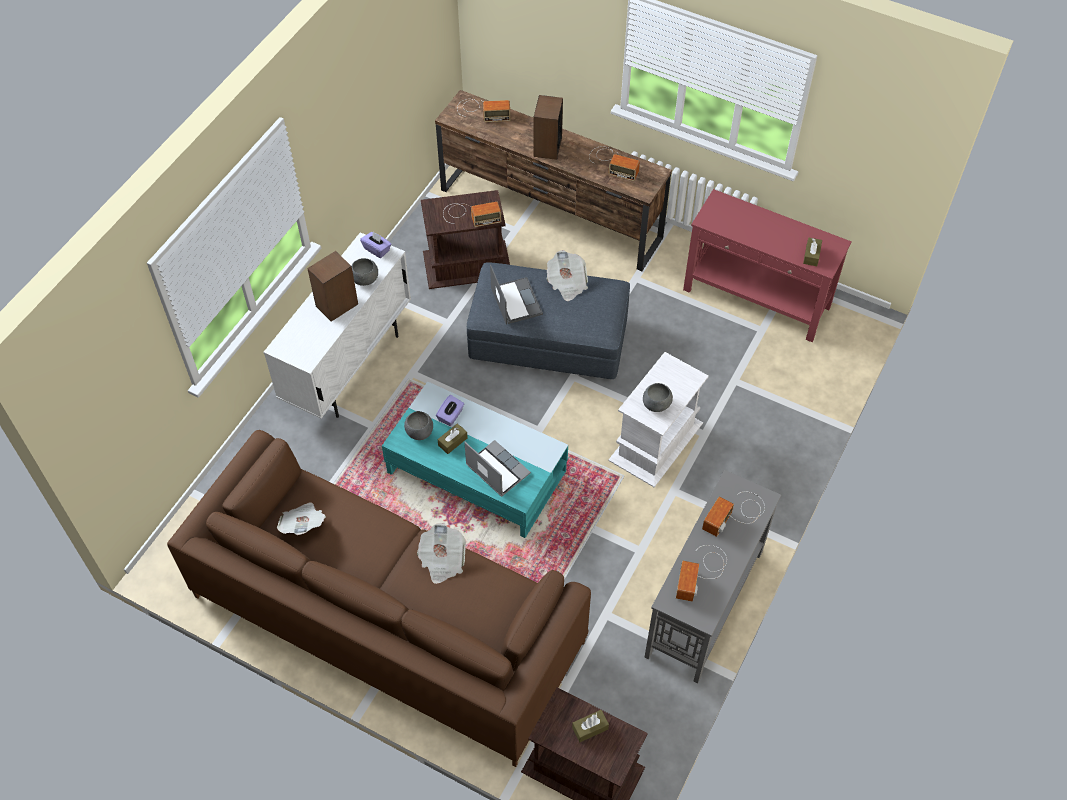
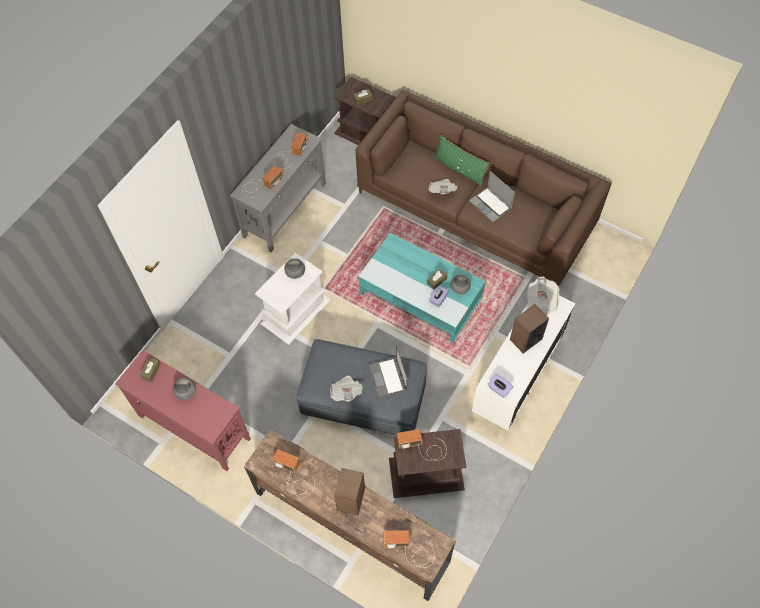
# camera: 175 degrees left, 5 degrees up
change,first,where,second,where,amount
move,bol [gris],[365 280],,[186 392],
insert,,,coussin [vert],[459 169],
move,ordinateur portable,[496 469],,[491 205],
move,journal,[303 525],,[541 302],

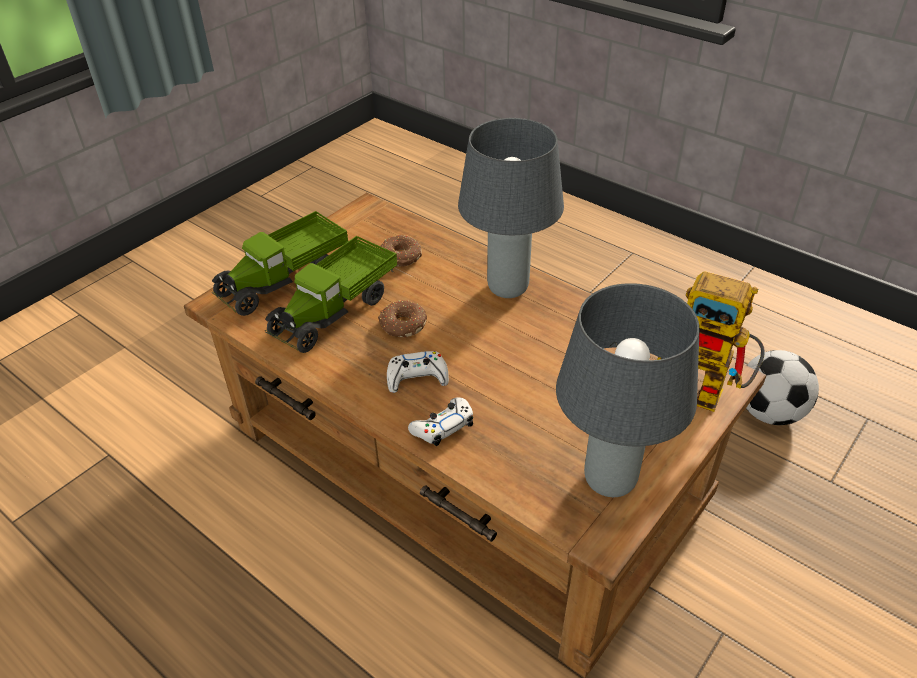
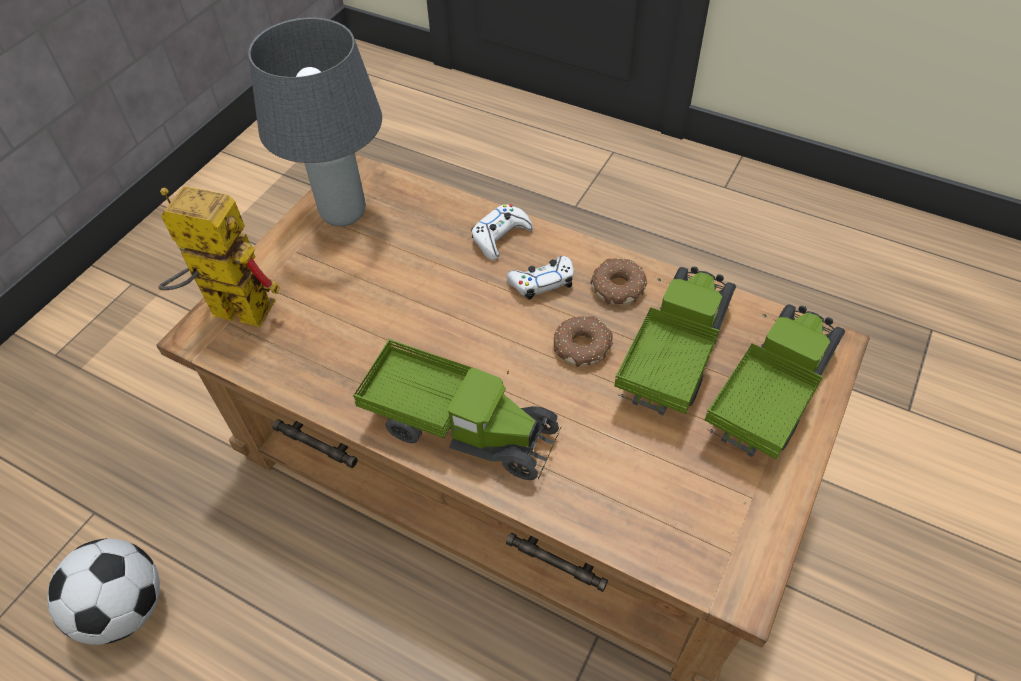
# camera: 170 degrees right, 10 degrees up
change,first,where,second,where,amount
replace,lampe de table [gris],[508 289],camion jouet,[460 427],
move,beignet,[400 257],,[617 286],

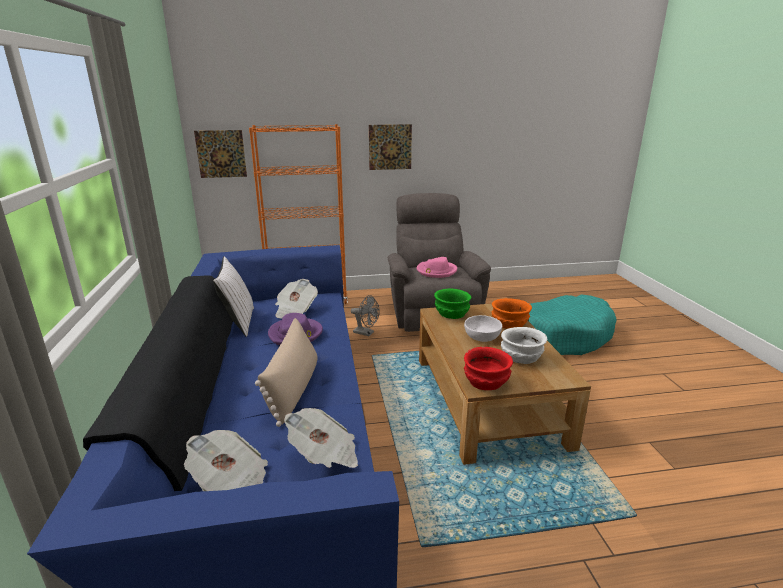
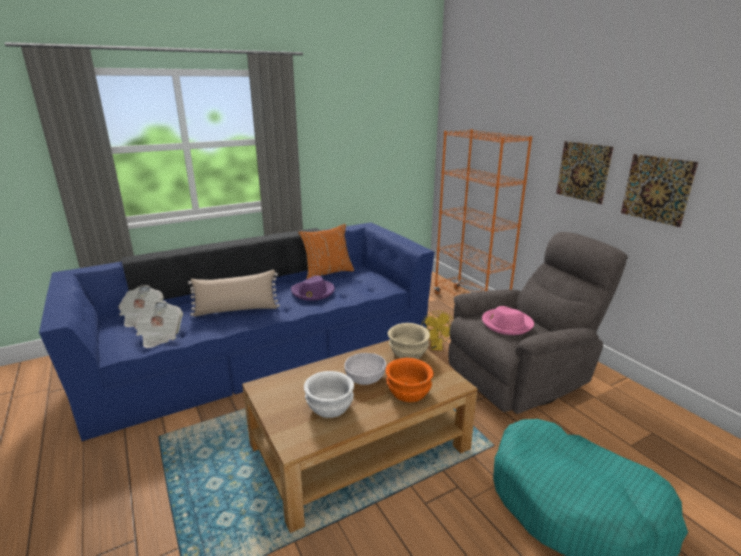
# camera: 70 degrees right, 0 degrees up
change,first,where,second,where,amount
recolor,coussin [blanc],[238 322],coussin [orange],[327 273],
recolor,bol [vert],[451 313],bol [beige],[408 352],
recolor,ventilateur [gris],[366 333],ventilateur [jaune],[436 347],
move,tableau,[221 154],,[656 189],
delete,journal,[295 310],,,
delete,bol [rouge],[486 382],,,

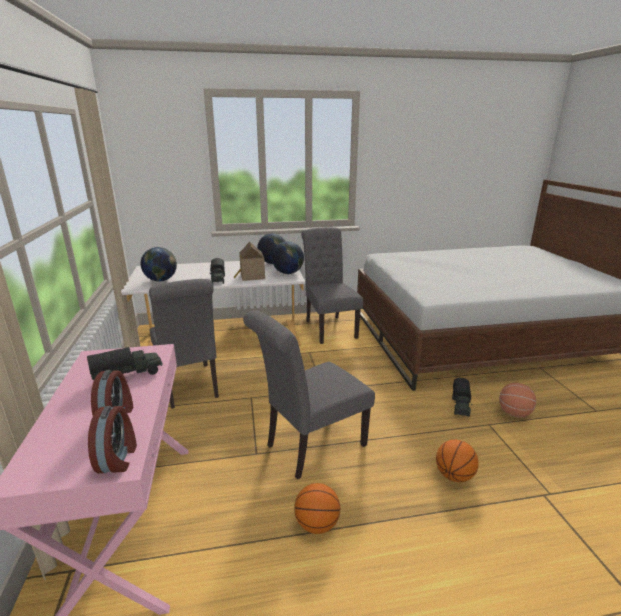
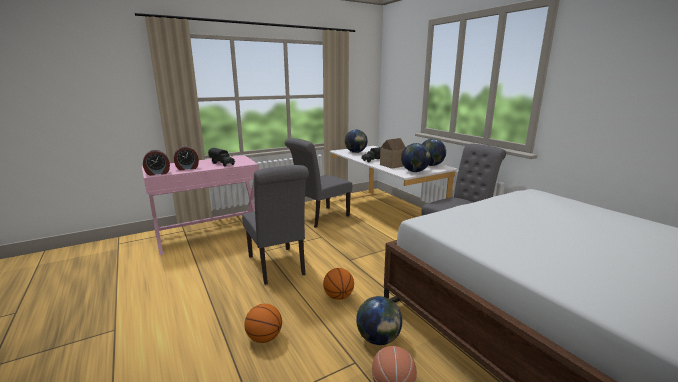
# camera: 70 degrees right, 5 degrees down
change,first,where,second,where,amount
rotate,chaise [gris],[310 447],,[278 267],150 degrees counterclockwise
move,ballon de basket,[317 524],,[338 296],
replace,camion jouet,[460 406],globe,[378 339],

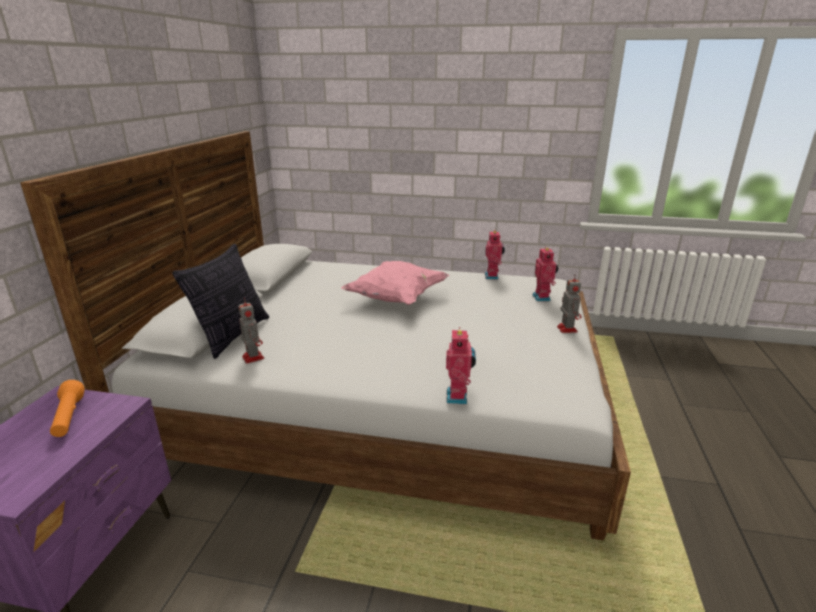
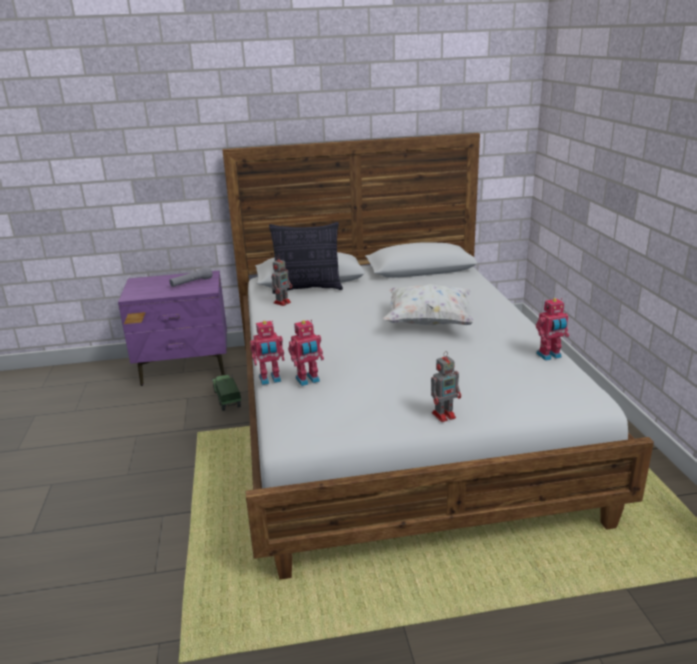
# camera: 70 degrees right, 0 degrees up
change,first,where,second,where,amount
recolor,lampe de poche [orange],[69 418],lampe de poche [gris],[191 283],
insert,,,camion jouet,[227 399],
move,robot jouet,[542 297],,[308 380],
recolor,coussin [rose],[396 299],coussin [blanc],[428 322],

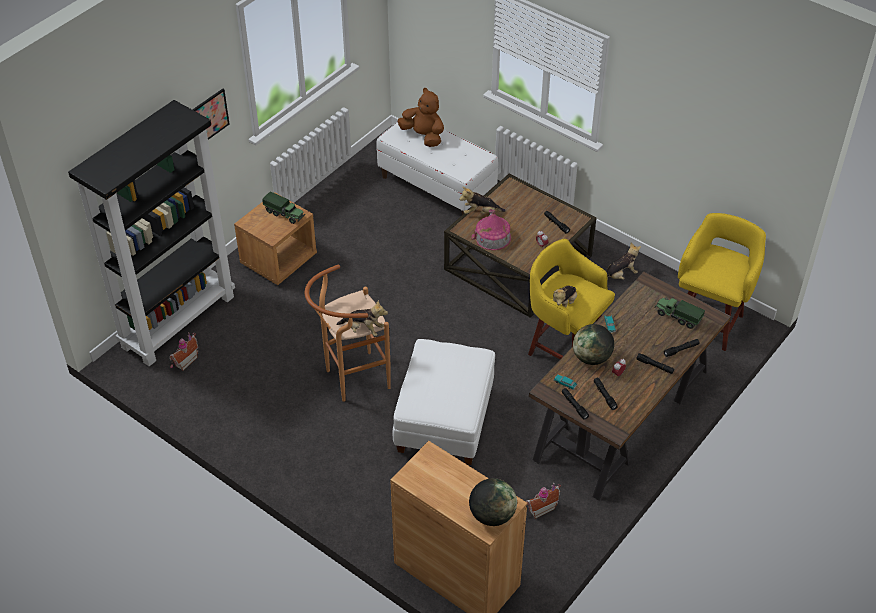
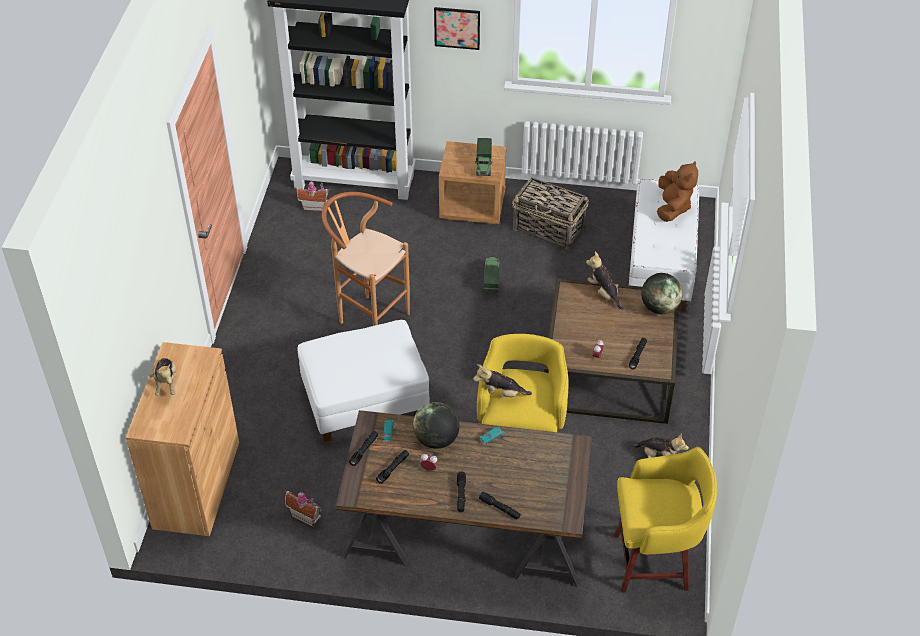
# camera: 60 degrees right, 0 degrees up
change,first,where,second,where,amount
move,peluche,[363 329],,[166 383],
move,camion jouet,[677 317],,[491 279],
insert,,,panier,[549 228],
move,globe,[492 515],,[659 307],
delete,maison miniature,[492 237],,,

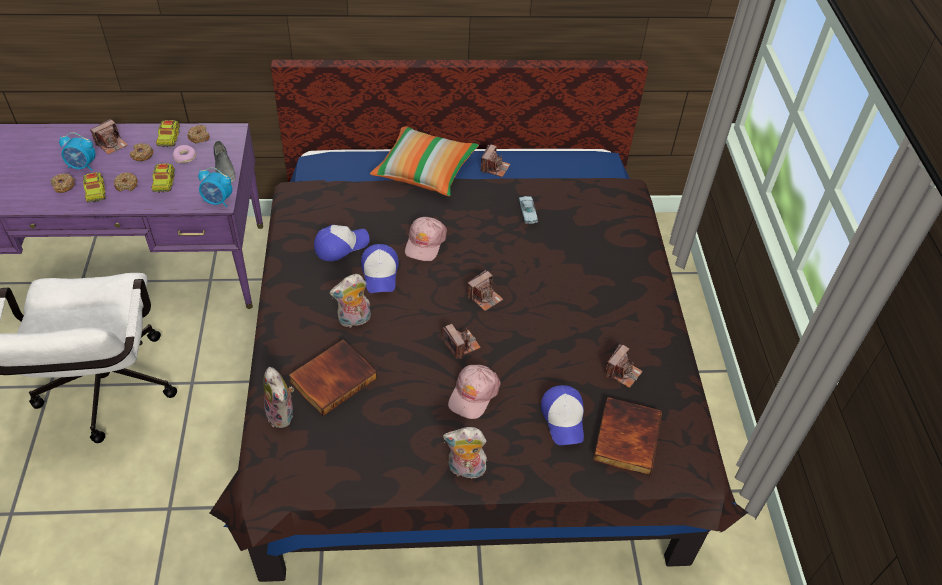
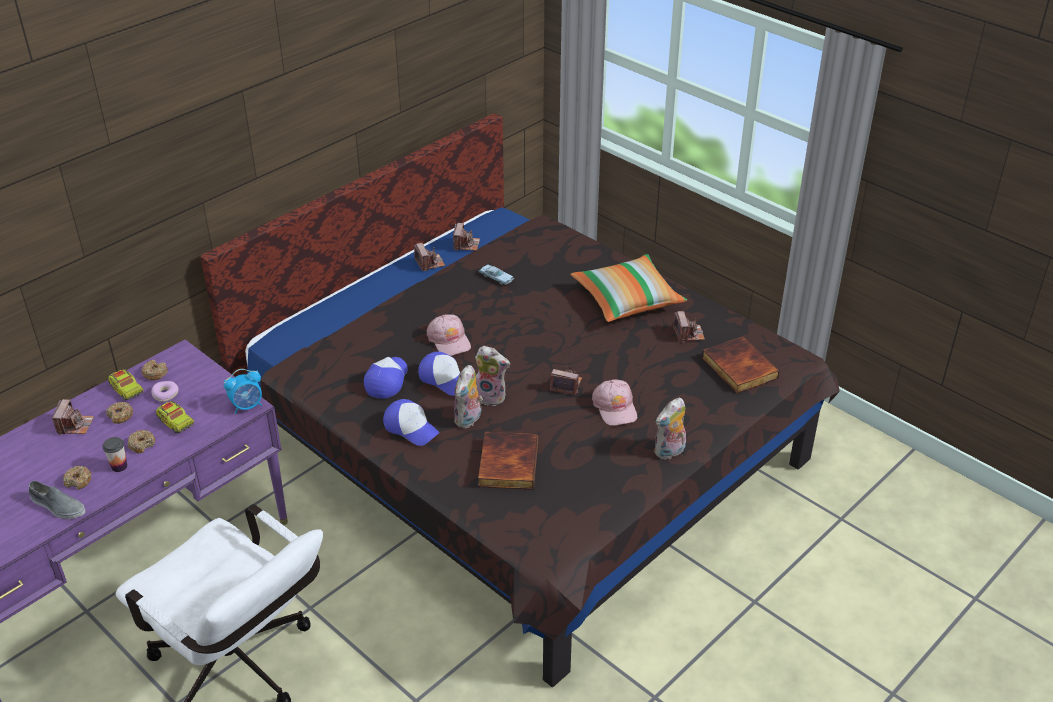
# camera: 40 degrees left, 10 degrees down
change,first,where,second,where,amount
move,chaussure [gris],[224 168],,[58 506],
replace,camion jouet,[96 192],tasse,[119 466],
move,casquette,[563 418],,[411 428],
move,appareil photo,[484 297],,[466 244],
move,peluche,[283 414],,[491 396],
move,coussin,[425 171],,[627 300],
delete,réveil,[82 166],,,

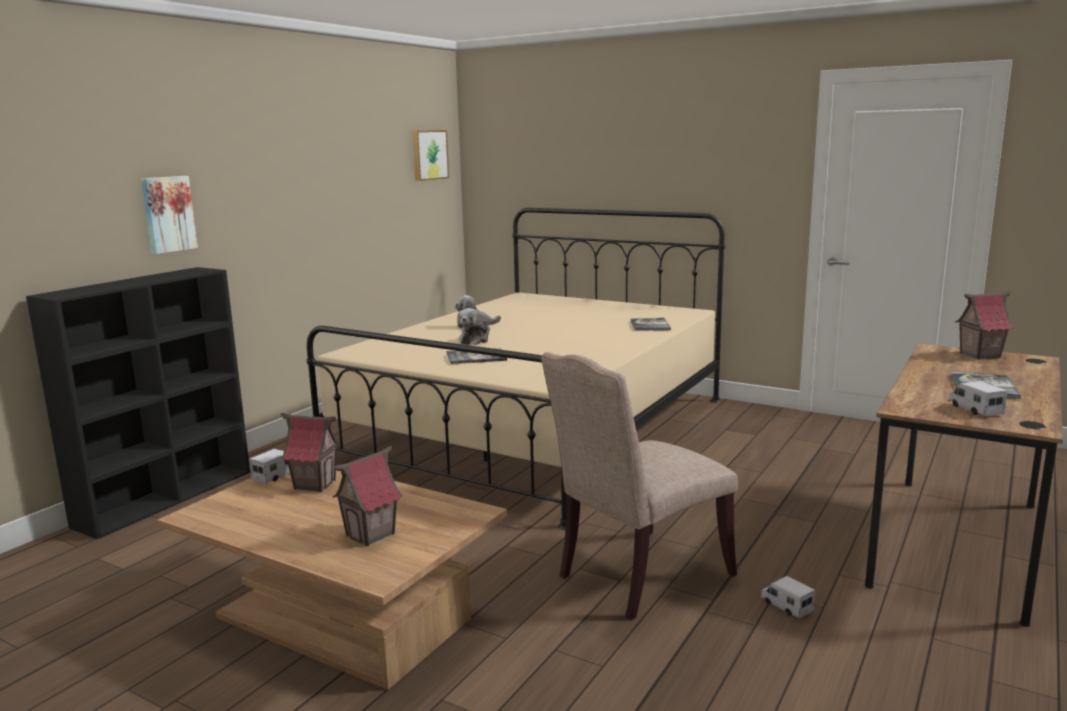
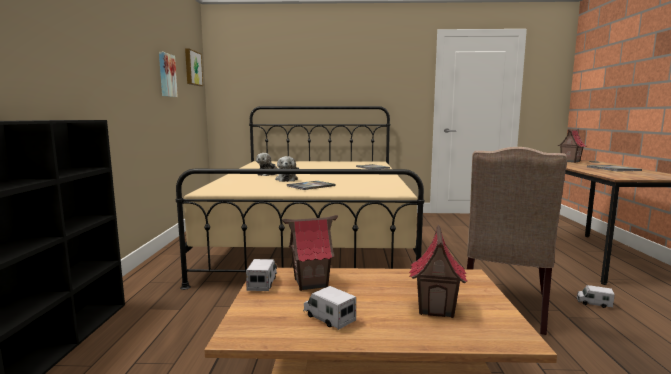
# camera: 30 degrees left, 5 degrees down
change,first,where,second,where,amount
move,tableau,[168 214],,[166 75],
move,camion jouet,[975 409],,[329 318],

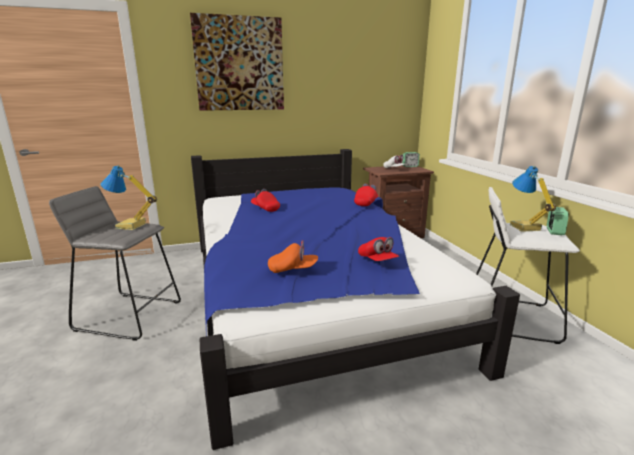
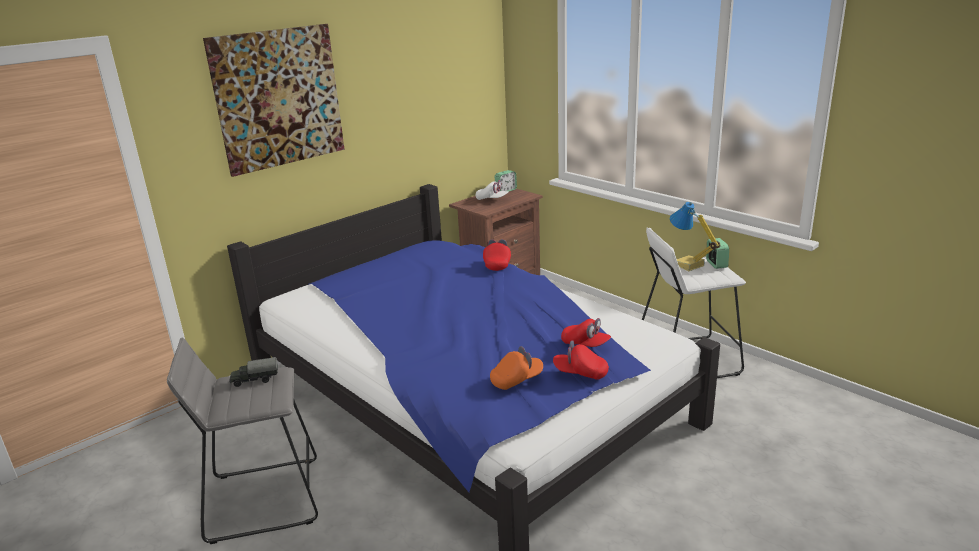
# camera: 25 degrees left, 5 degrees up
change,first,where,second,where,amount
replace,lampe de table,[130 226],camion jouet,[255 380],
move,casquette [rouge],[265 208],,[580 373],

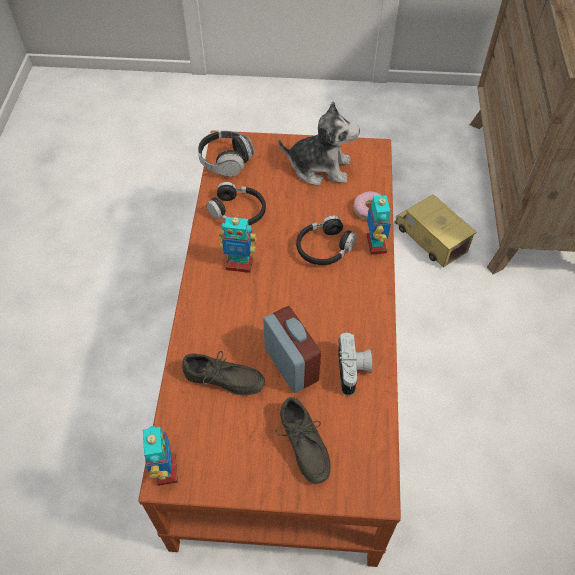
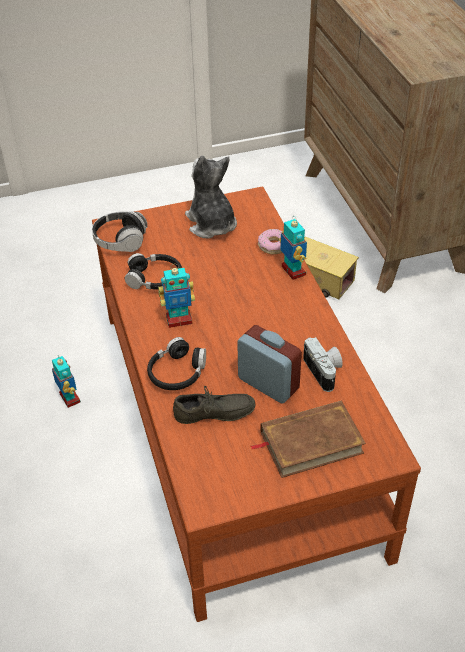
# camera: 20 degrees left, 10 degrees down
change,first,where,second,where,amount
move,robot jouet,[165 470],,[69 398],
move,casque audio [noir],[324 248],,[177 372],
rotate,peluche,[320 167],,[211 224],105 degrees counterclockwise
replace,chaussure [gris],[301 446],livre [marron],[310 442],

